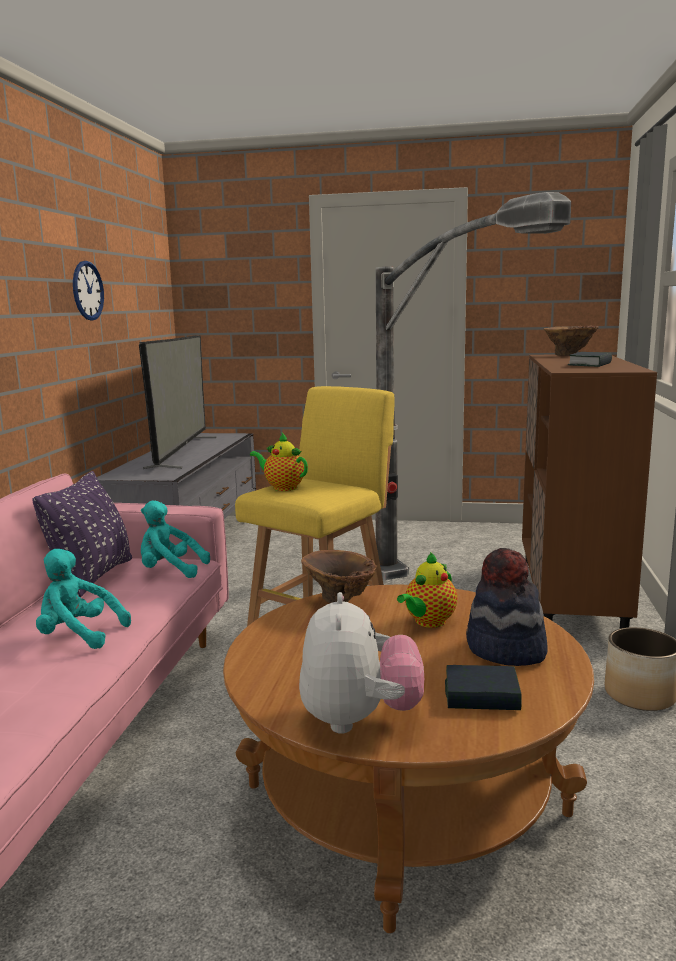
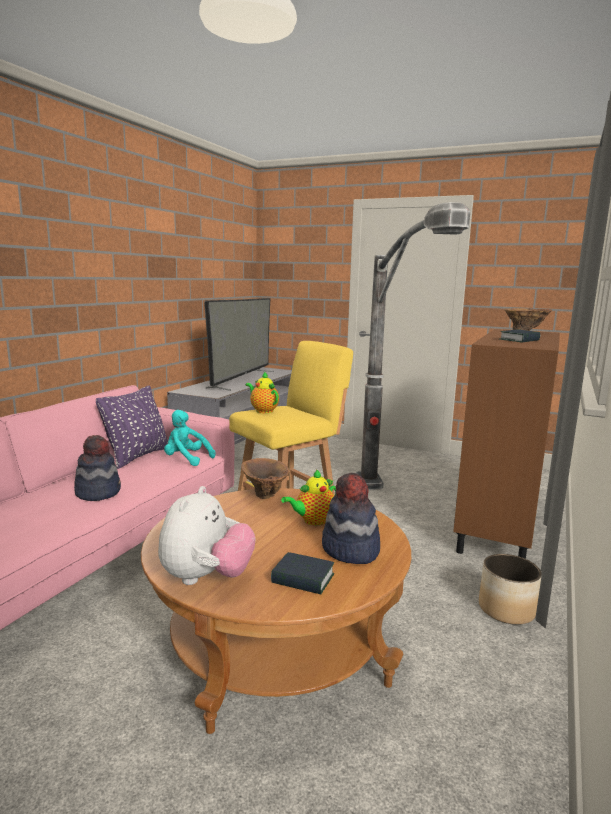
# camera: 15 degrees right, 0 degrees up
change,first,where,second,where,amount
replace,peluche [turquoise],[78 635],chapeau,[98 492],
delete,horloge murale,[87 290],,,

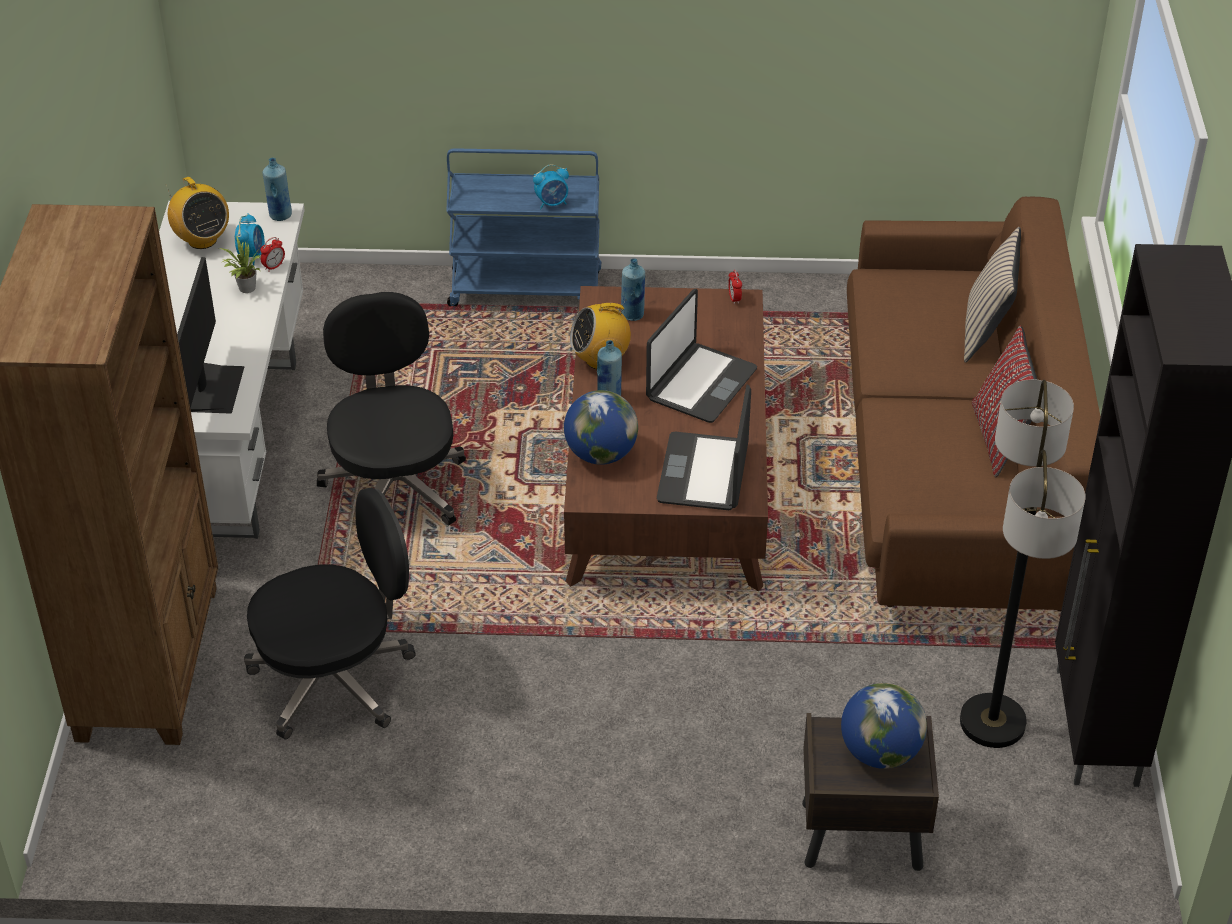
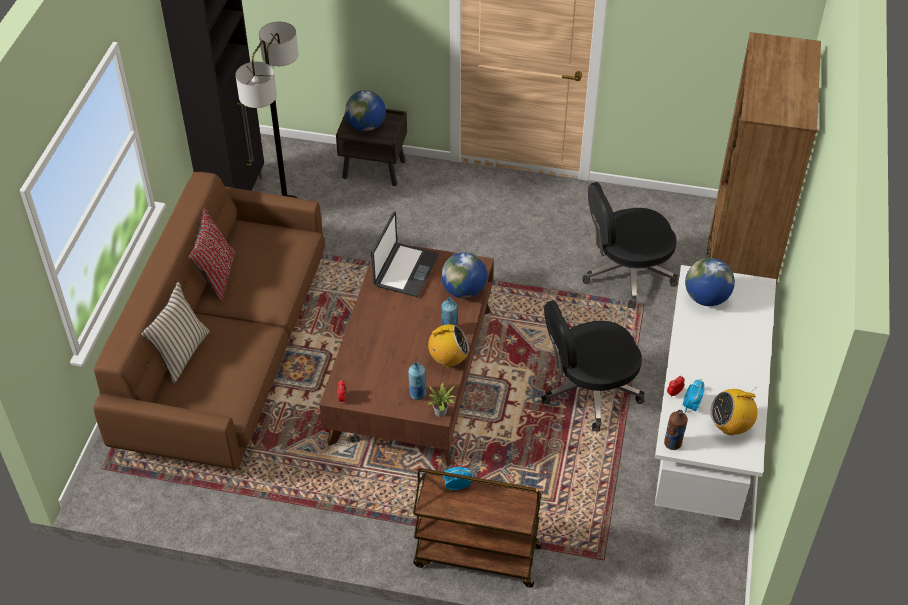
# camera: 170 degrees left, 5 degrees up
change,first,where,second,where,amount
recolor,chariot [bleu],[527 289],chariot [marron],[476 556],
move,plante en pot,[245 288],,[442 412],
rotate,chaise de bureau [noir],[395 486],,[589 391],75 degrees clockwise
recolor,bouteille [bleu],[280 215],bouteille [marron],[673 443],
replace,écran d'ordinateur,[214 388],globe,[706 298],
rotate,radio,[202 240],,[730 426],75 degrees counterclockwise
delete,ordinateur portable,[700 384],,,

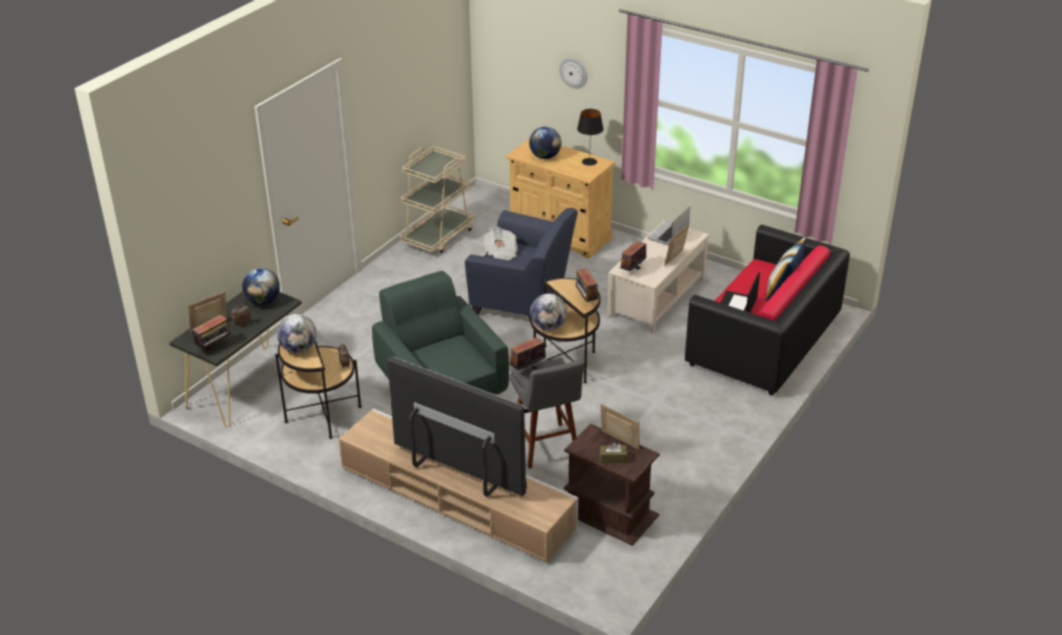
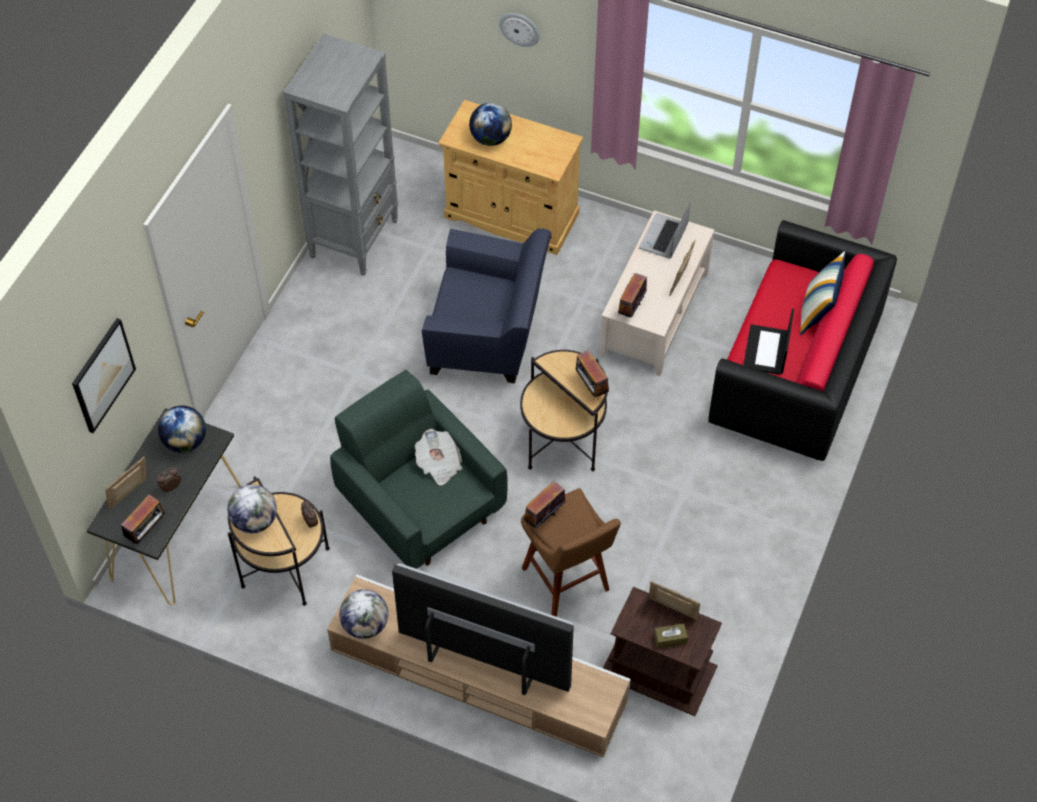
# camera: 10 degrees left, 20 degrees up
change,first,where,second,where,amount
insert,,,tableau,[103 375],
replace,chariot [beige],[438 236],bibliothèque [gris],[355 238],
move,globe,[548 327],,[365 625],
move,journal,[500 254],,[439 464],
recolor,tabouret [gris],[546 448],tabouret [marron],[567 583],
delete,lampe de table [noir],[589 162],,,

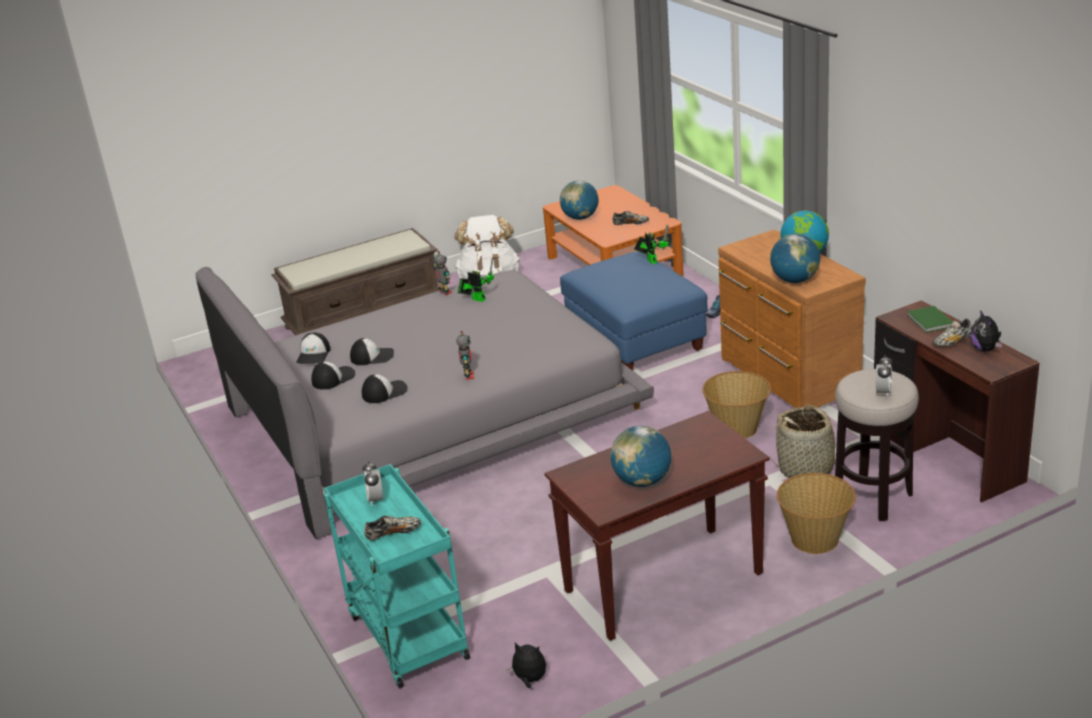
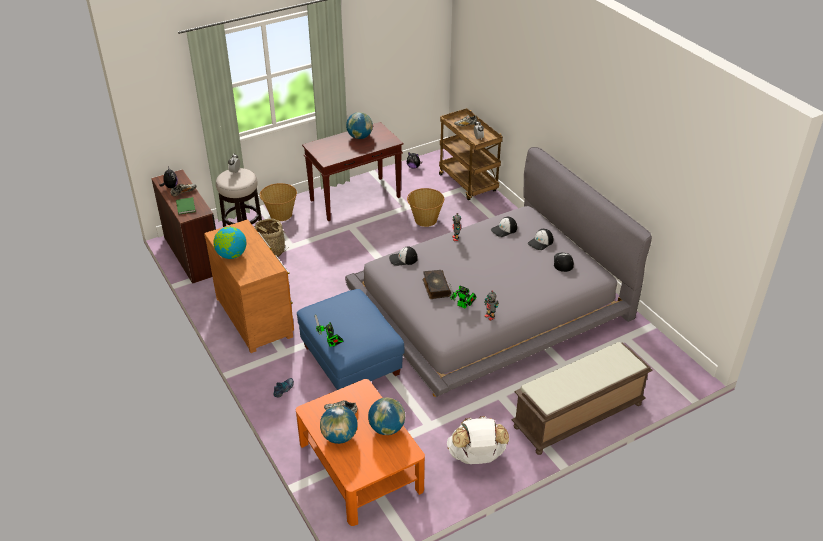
# camera: 175 degrees right, 10 degrees up
change,first,where,second,where,amount
move,globe,[795 280],,[339 436],
move,casquette,[372 356],,[403 259],
move,panier,[737 428],,[425 220],
insert,,,livre,[435 288],
recolor,chariot [turquoise],[405 635],chariot [marron],[469 184],

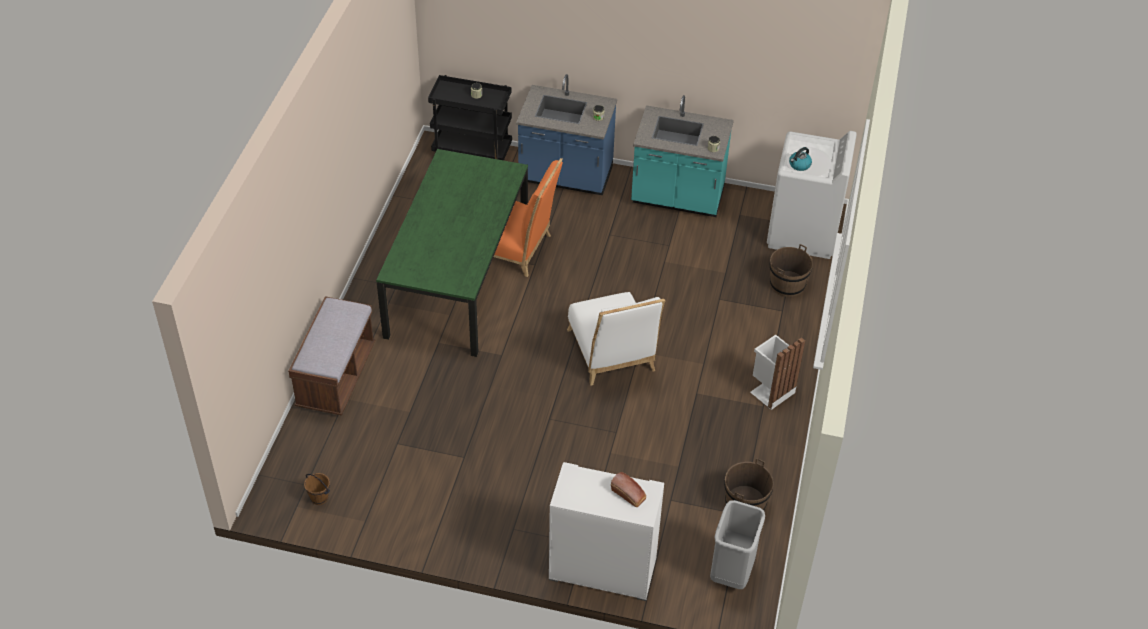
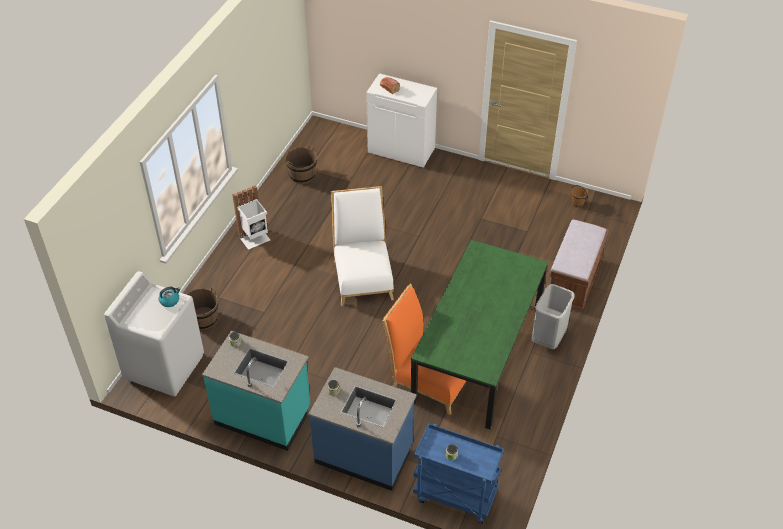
# camera: 170 degrees left, 0 degrees up
change,first,where,second,where,amount
recolor,chariot [noir],[473 153],chariot [bleu],[454 496],
move,poubelle [gris],[732 572],,[548 338],

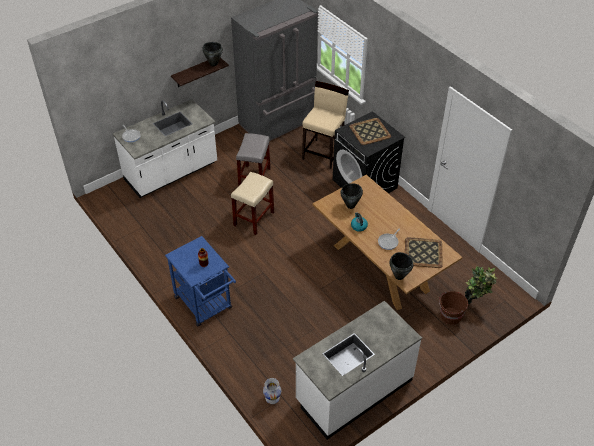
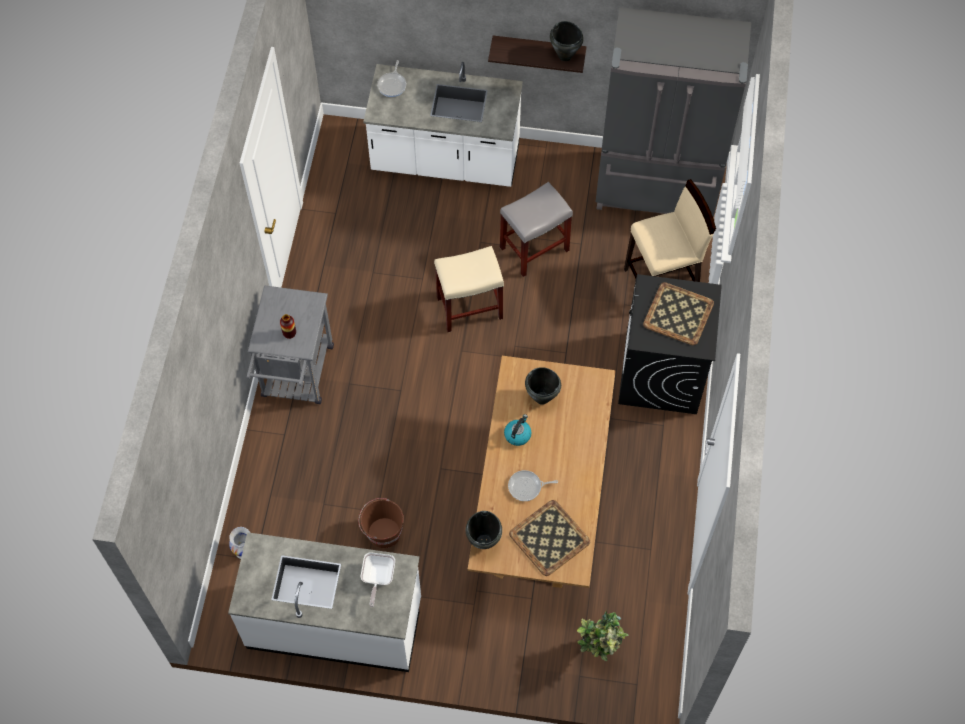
# camera: 45 degrees right, 15 degrees up
change,first,where,second,where,amount
recolor,chariot [bleu],[206 306],chariot [gris],[296 377],
move,seau [marron],[450 316],,[383 532],
insert,,,poêle,[377 578],

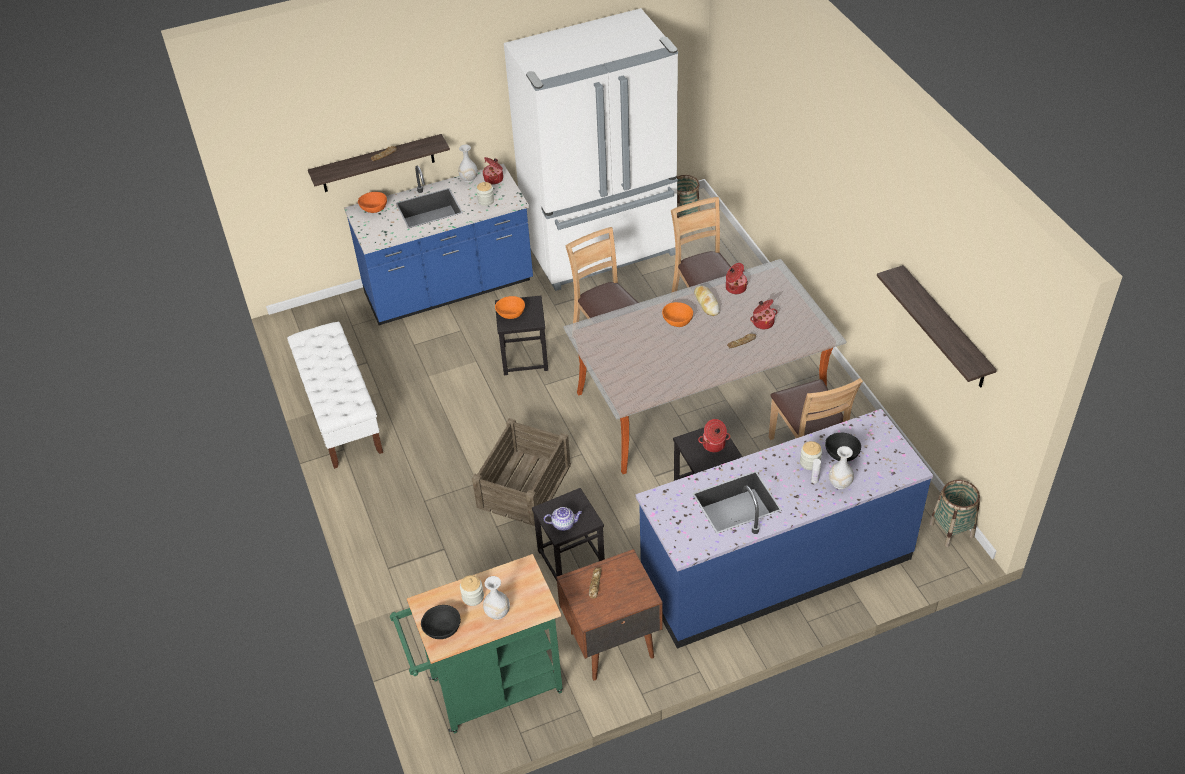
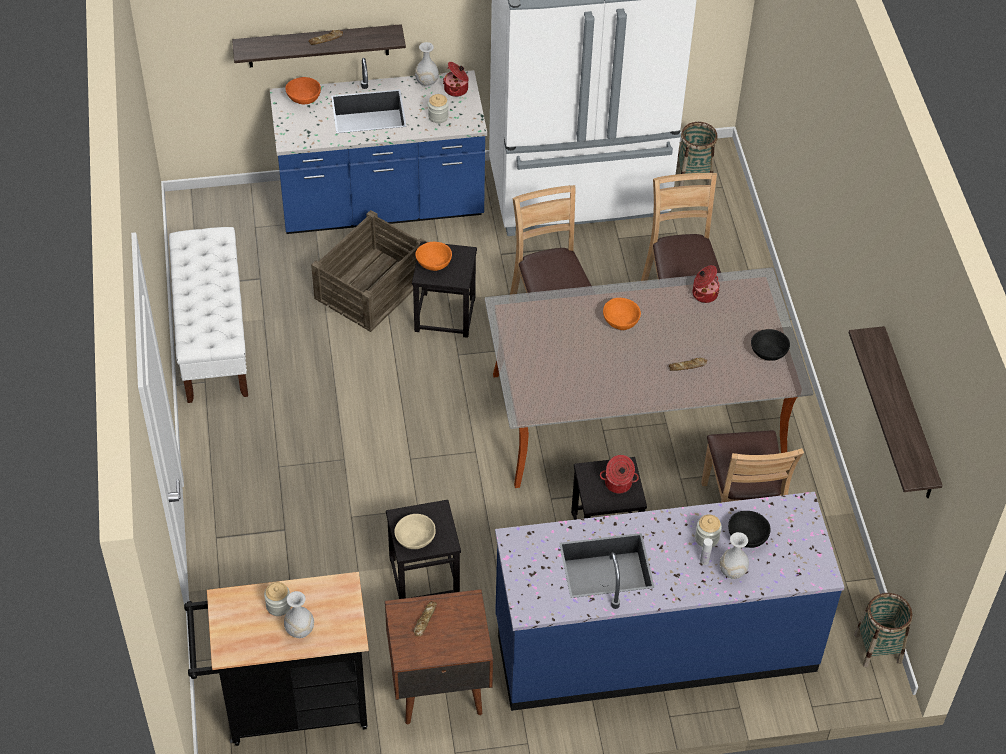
# camera: 10 degrees right, 5 degrees up
change,first,where,second,where,amount
recolor,chariot [vert],[488 690],chariot [noir],[287 706],
move,caisse,[523 486],,[370 287],
replace,théière,[564 524],bol [beige],[416 539],
move,bol [noir],[443 629],,[769 353],
delete,pain,[706 303],,,
delete,marmite,[763 322],,,

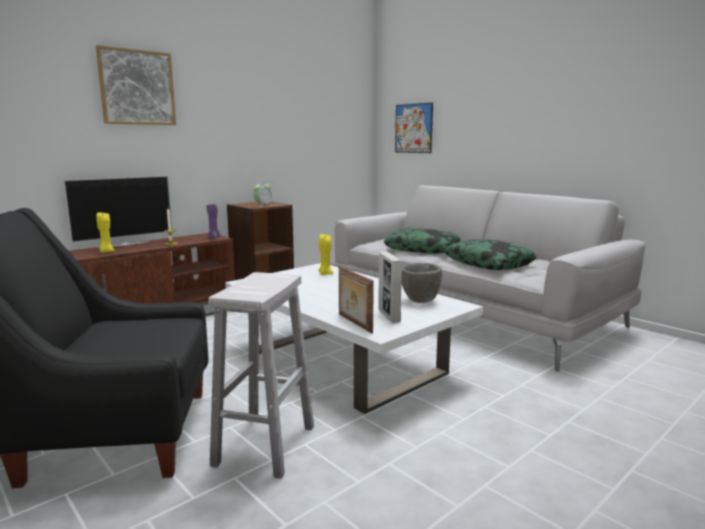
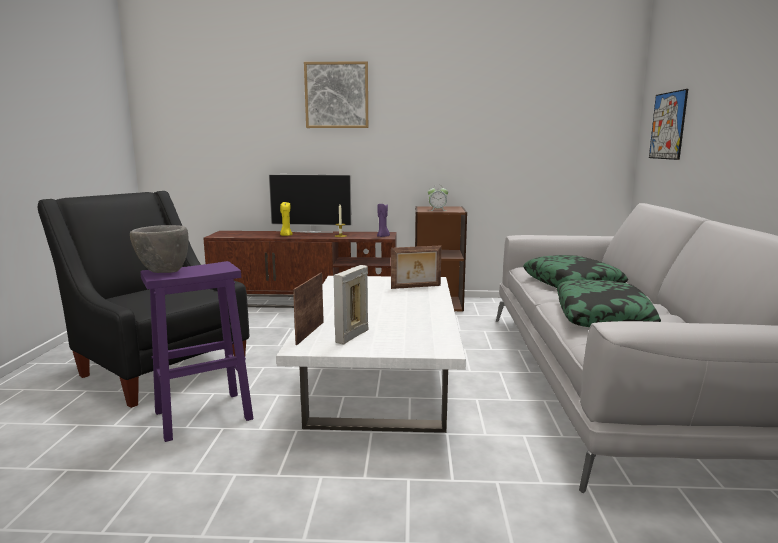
# camera: 45 degrees right, 0 degrees up
change,first,where,second,where,amount
move,bol [gris],[420 301],,[163 271],
recolor,tabouret [blanc],[265 444],tabouret [violet],[205 415],
replace,bougie [jaune],[325 274],cadre photo,[416 287],

